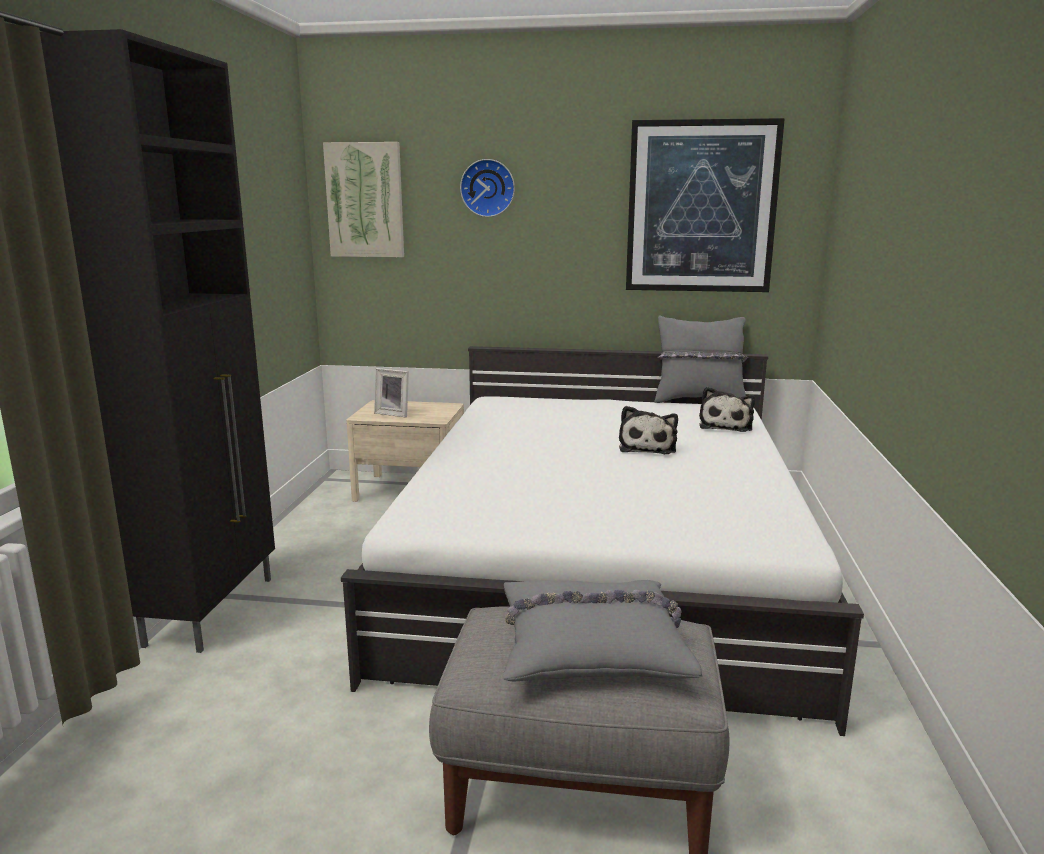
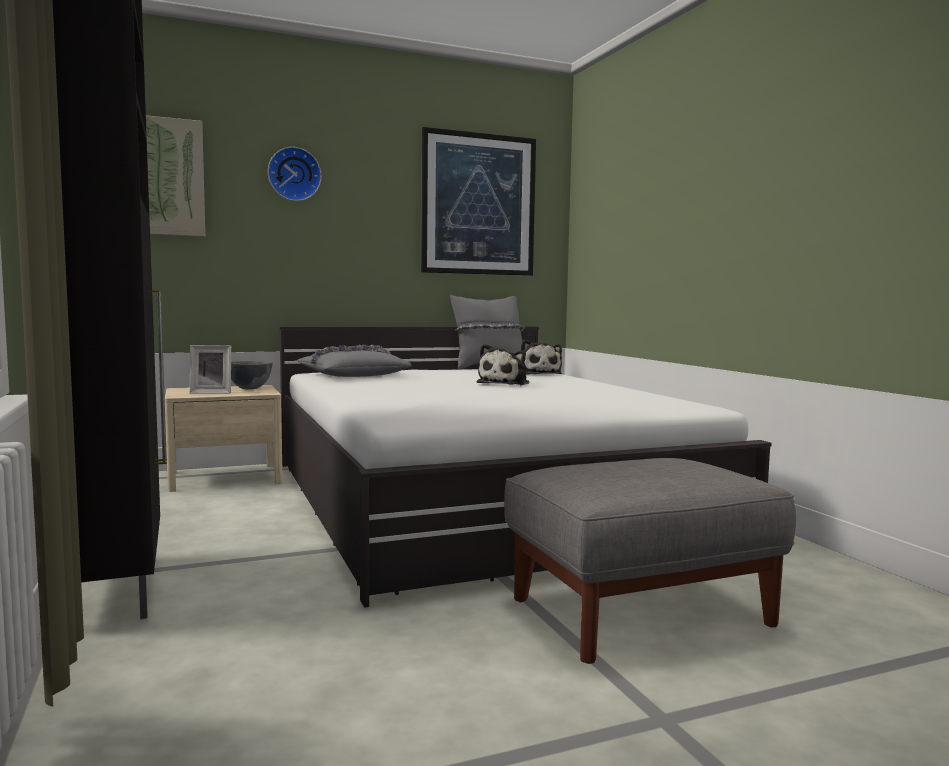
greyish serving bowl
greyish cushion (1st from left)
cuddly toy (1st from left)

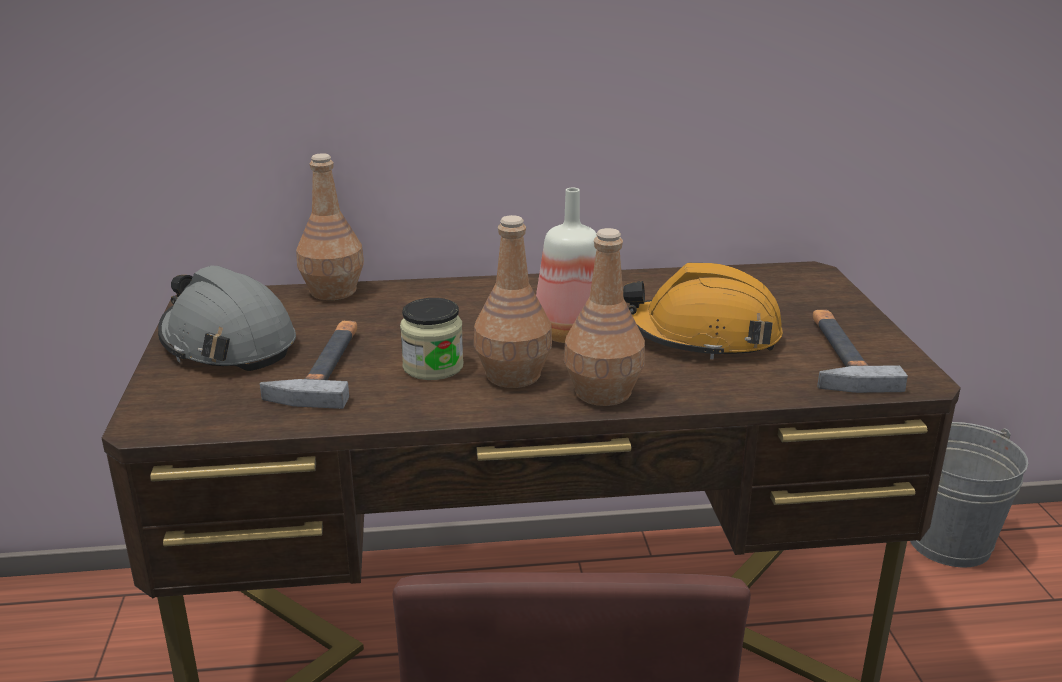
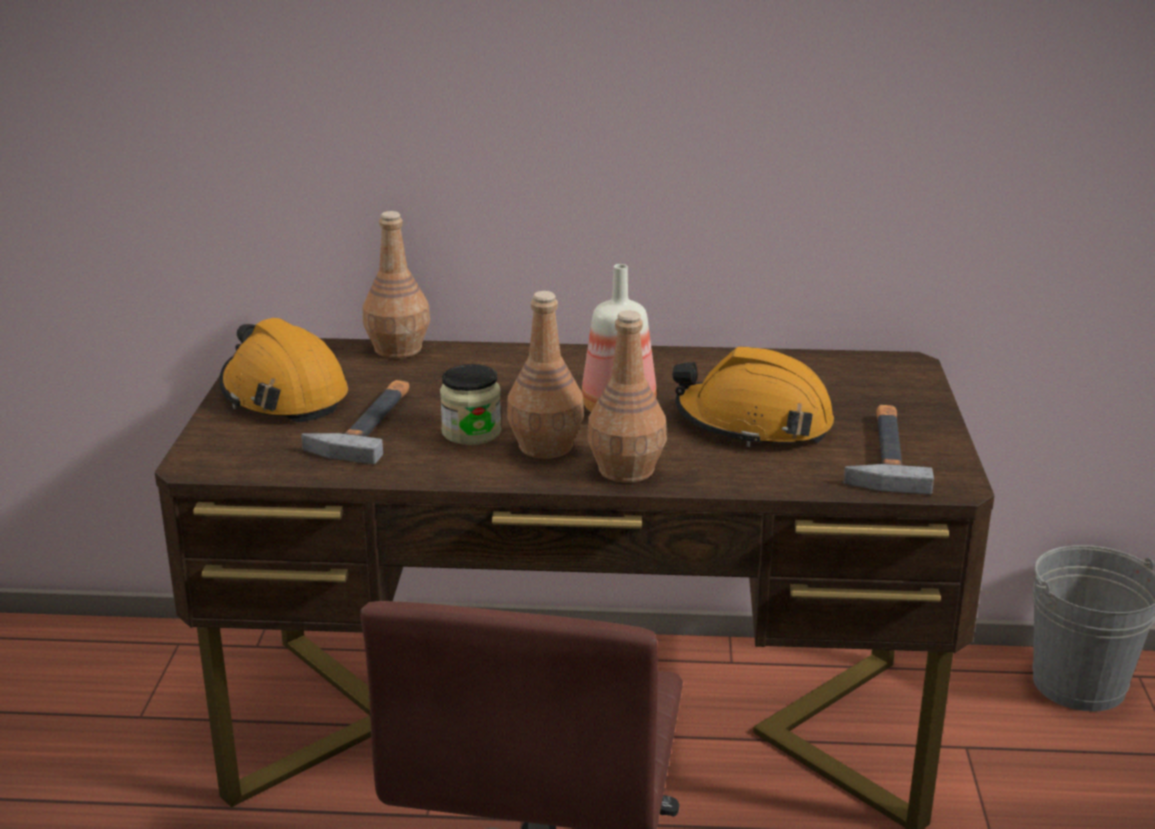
orange hard hat (1st from left)

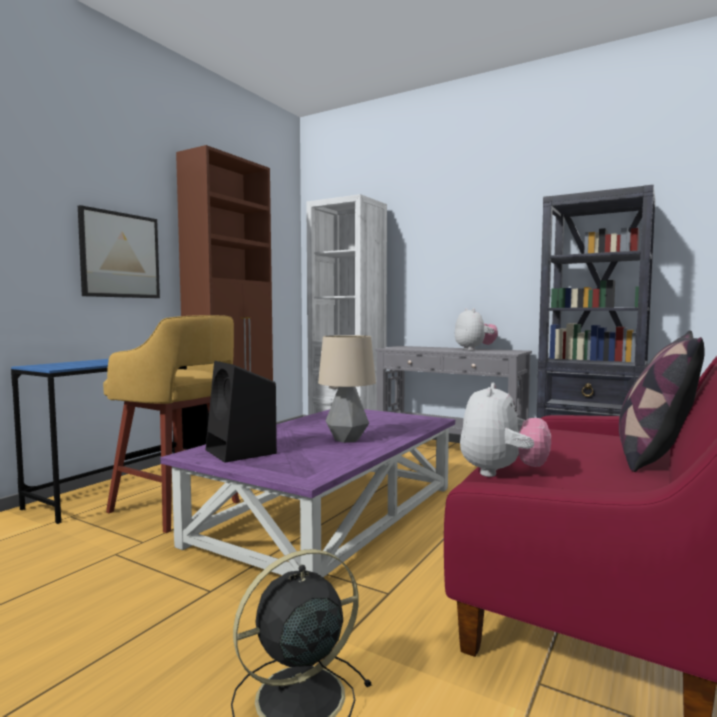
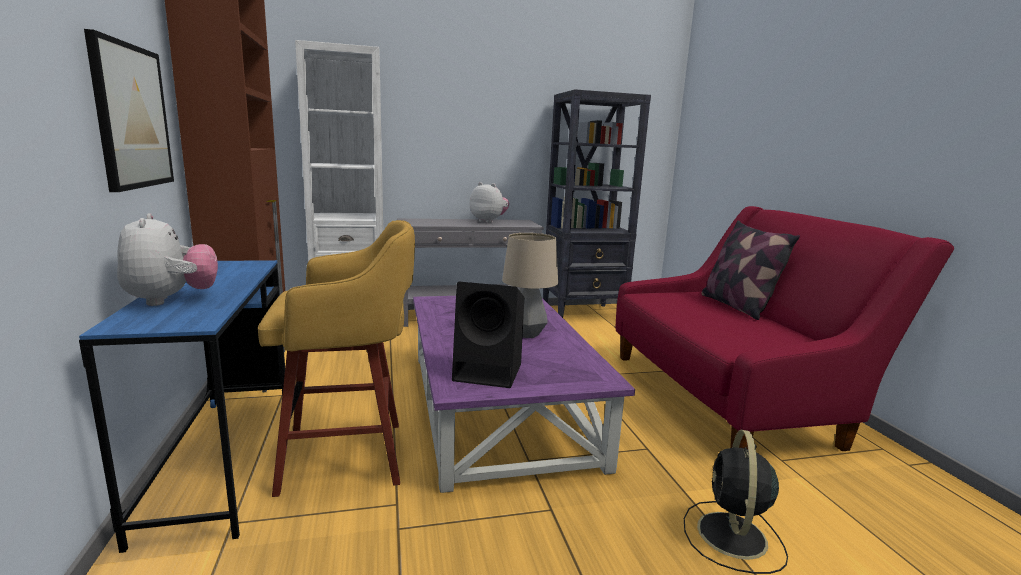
cuddly toy (1st from left)

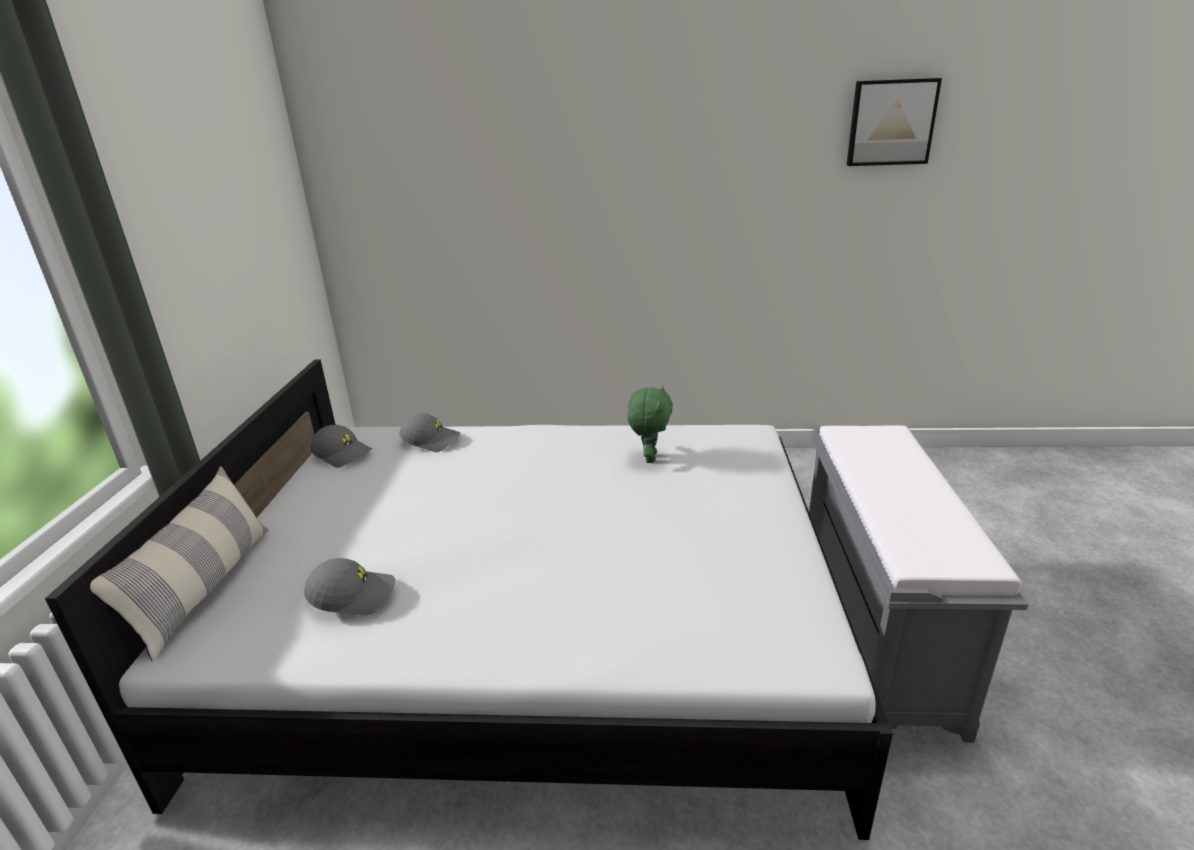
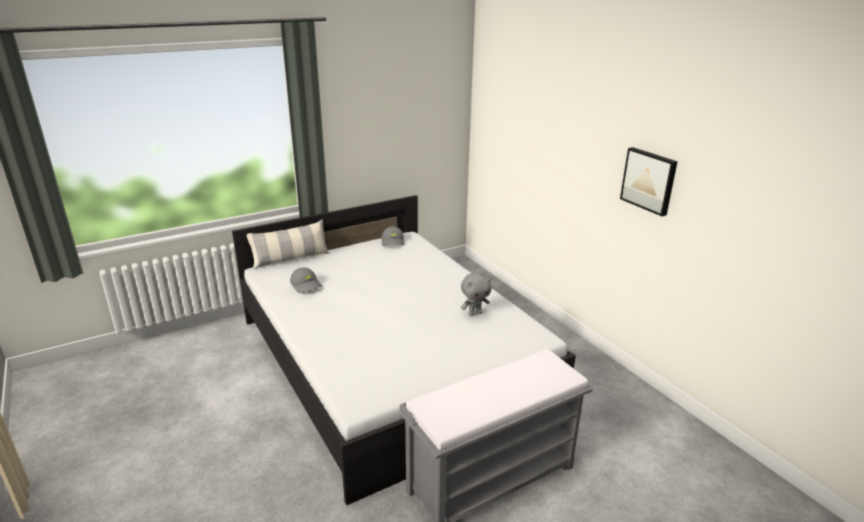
greyish baseball cap (3rd from left in the first image)
wall art
greyish cuddly toy

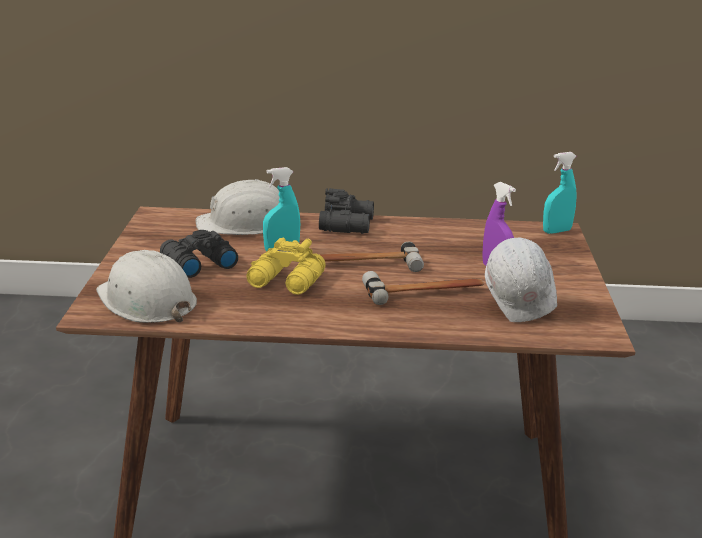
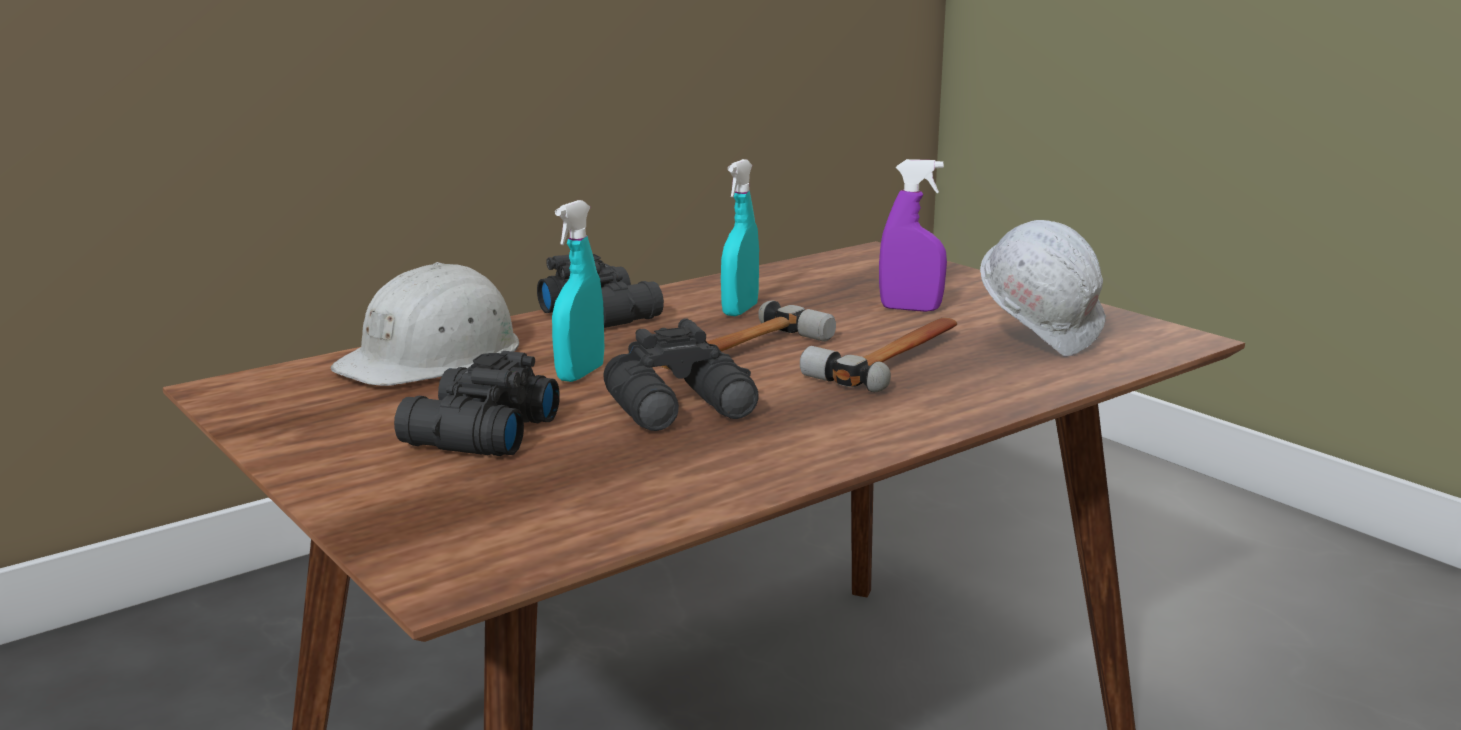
white-coloured hard hat (1st from left in the first image)
turquoise-coloured spray bottle (2nd from left)
black pair of binoculars (3rd from left)

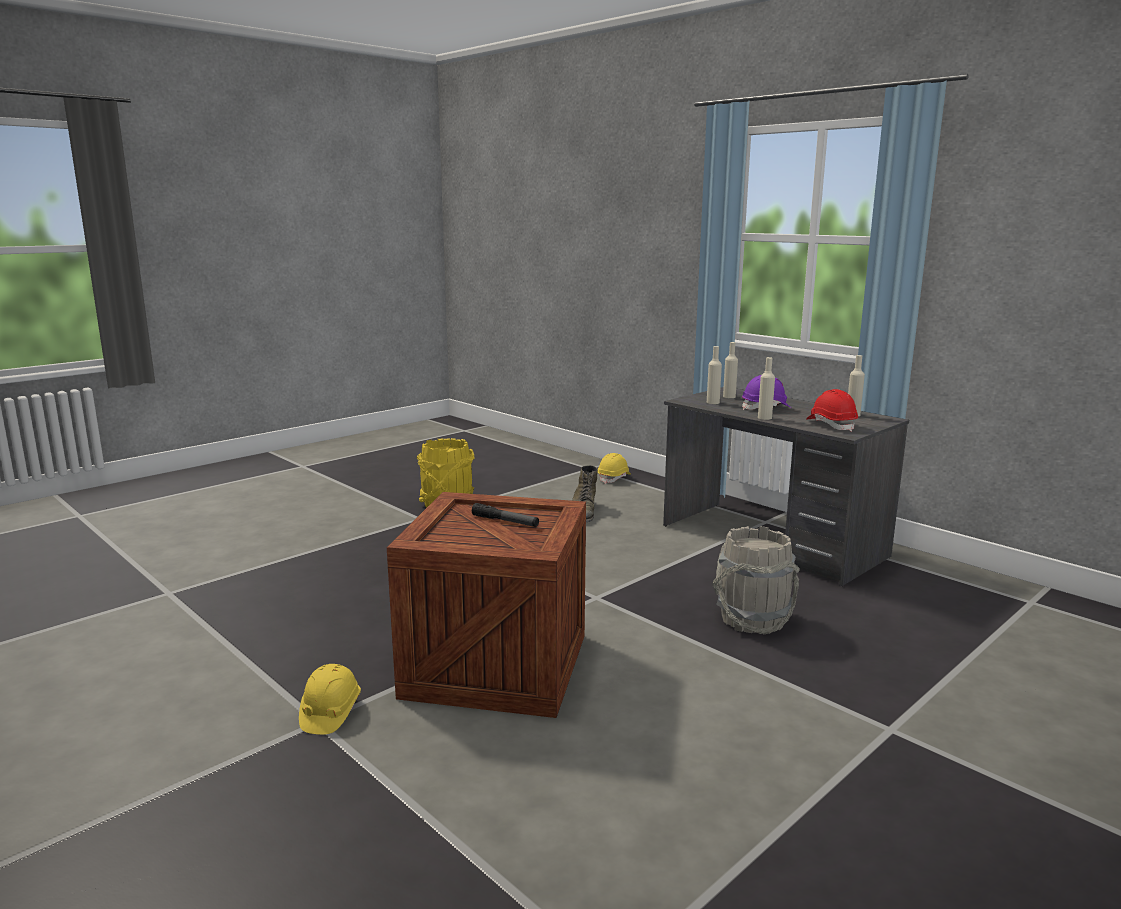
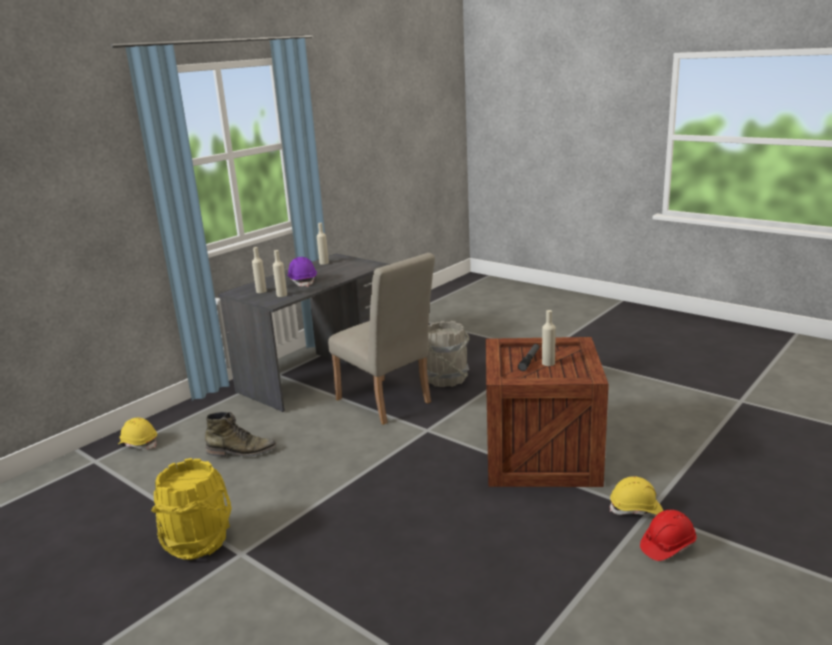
beige plain chair
beige drink bottle (4th from left)
reddish hard hat

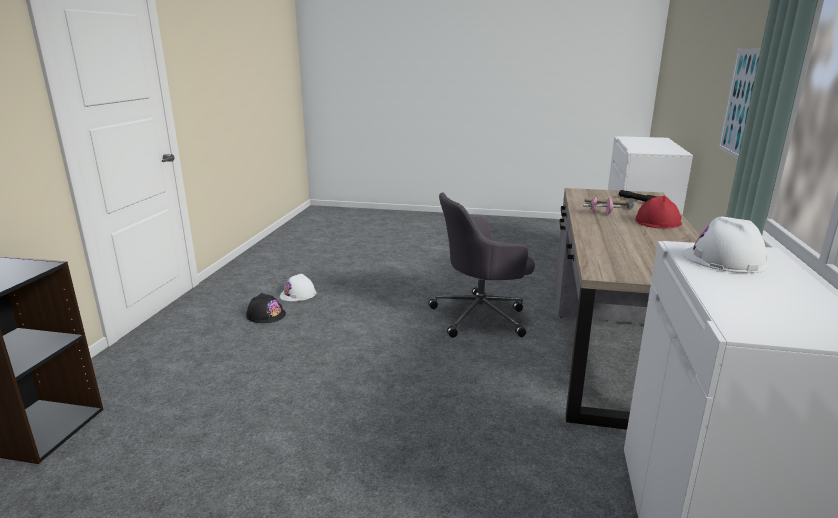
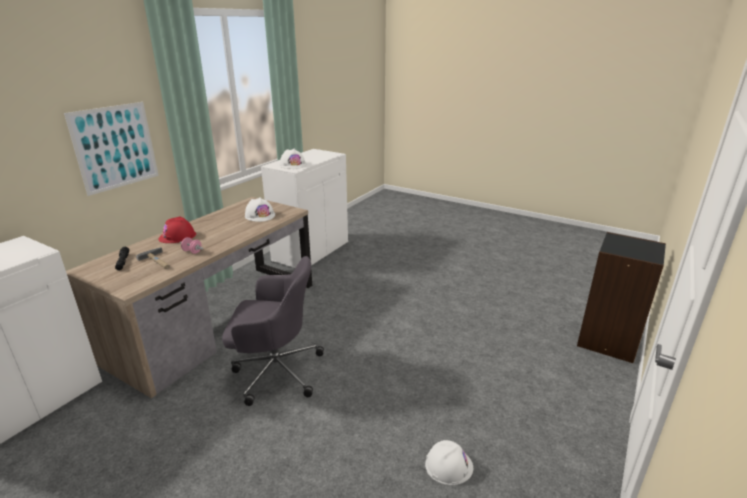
black hard hat
white-coloured hard hat (1st from left)

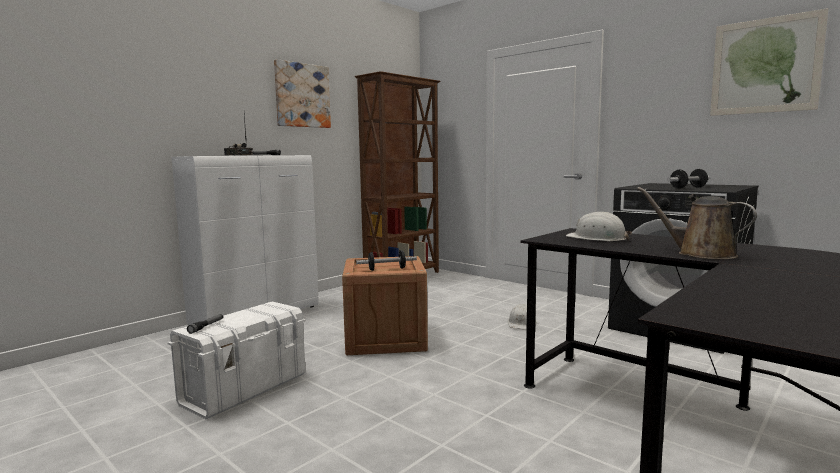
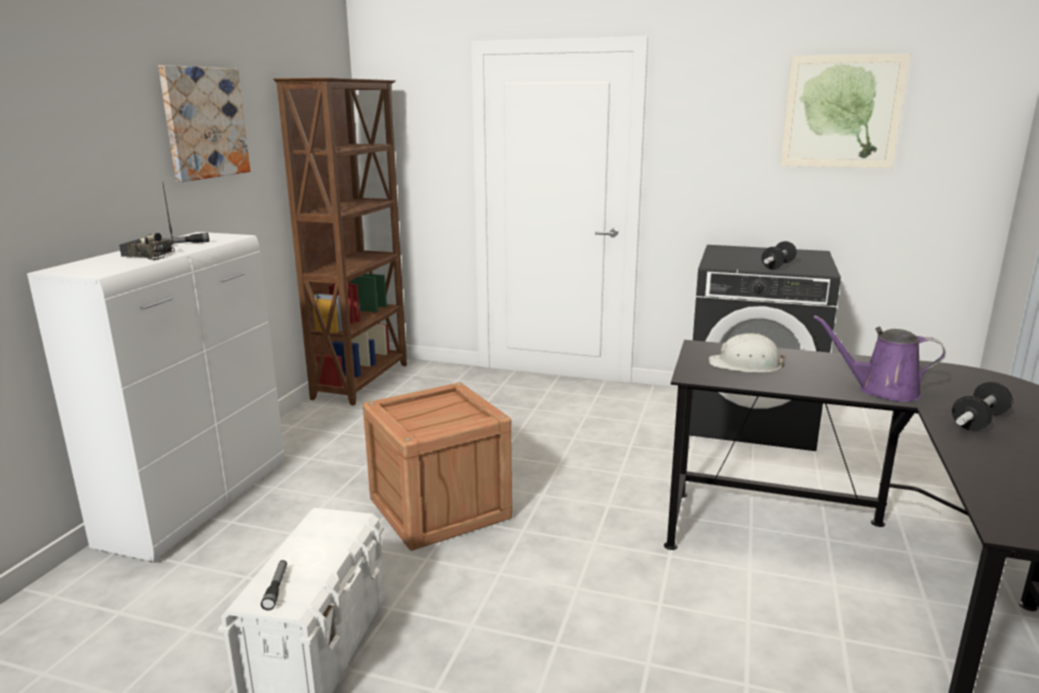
white-coloured hard hat (1st from left in the first image)
dumbbell (2nd from left)
purple-coloured watering can

